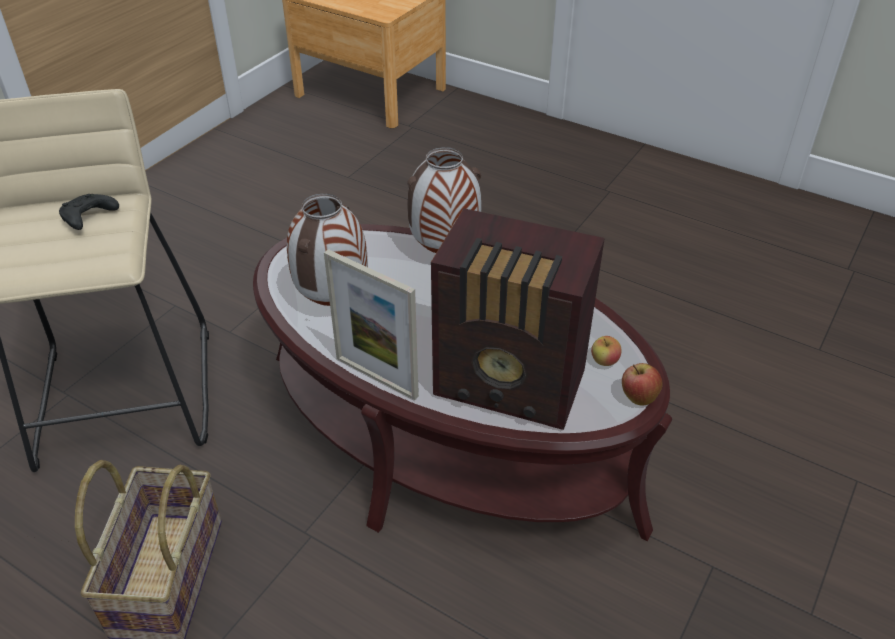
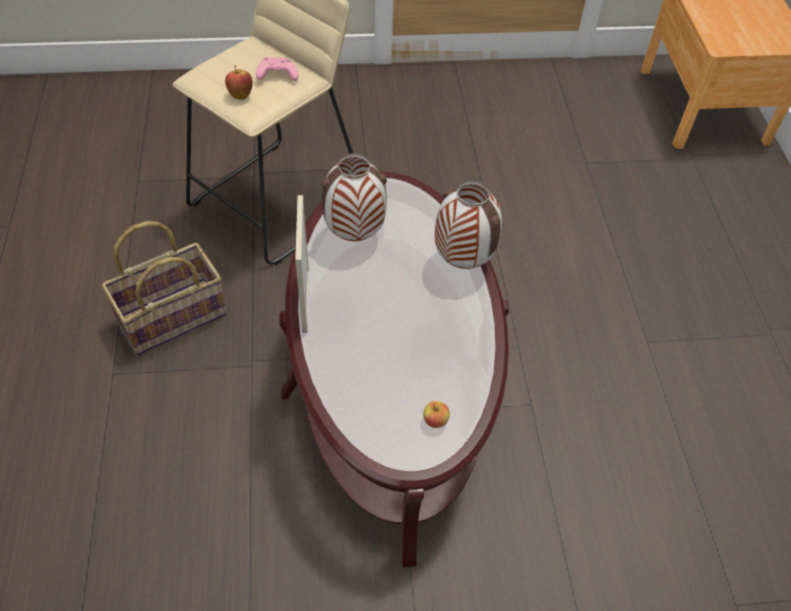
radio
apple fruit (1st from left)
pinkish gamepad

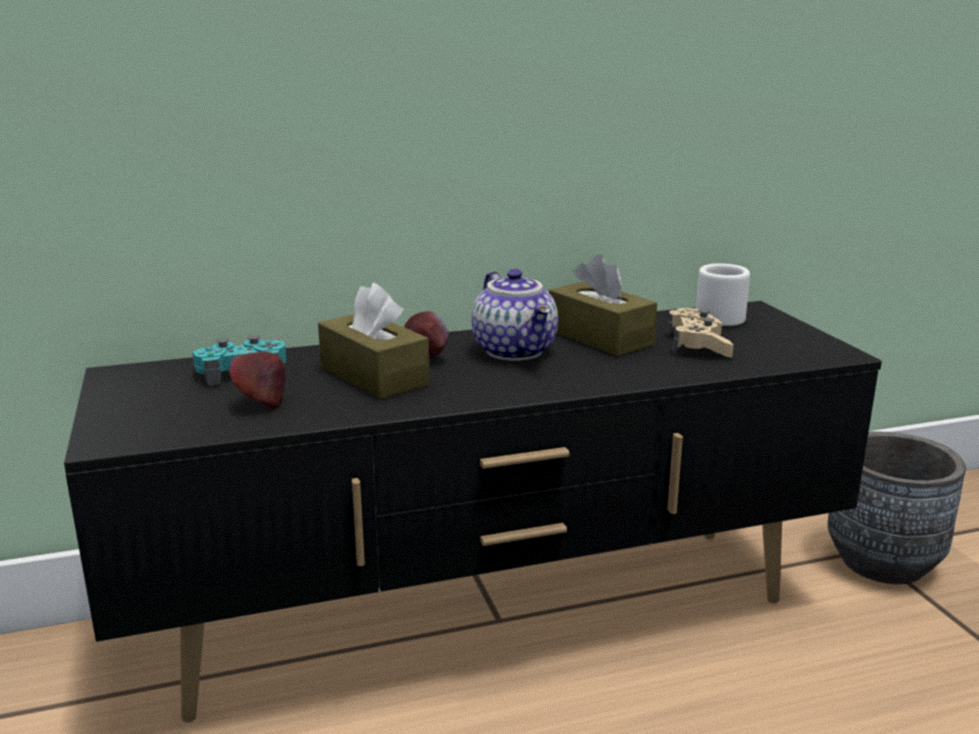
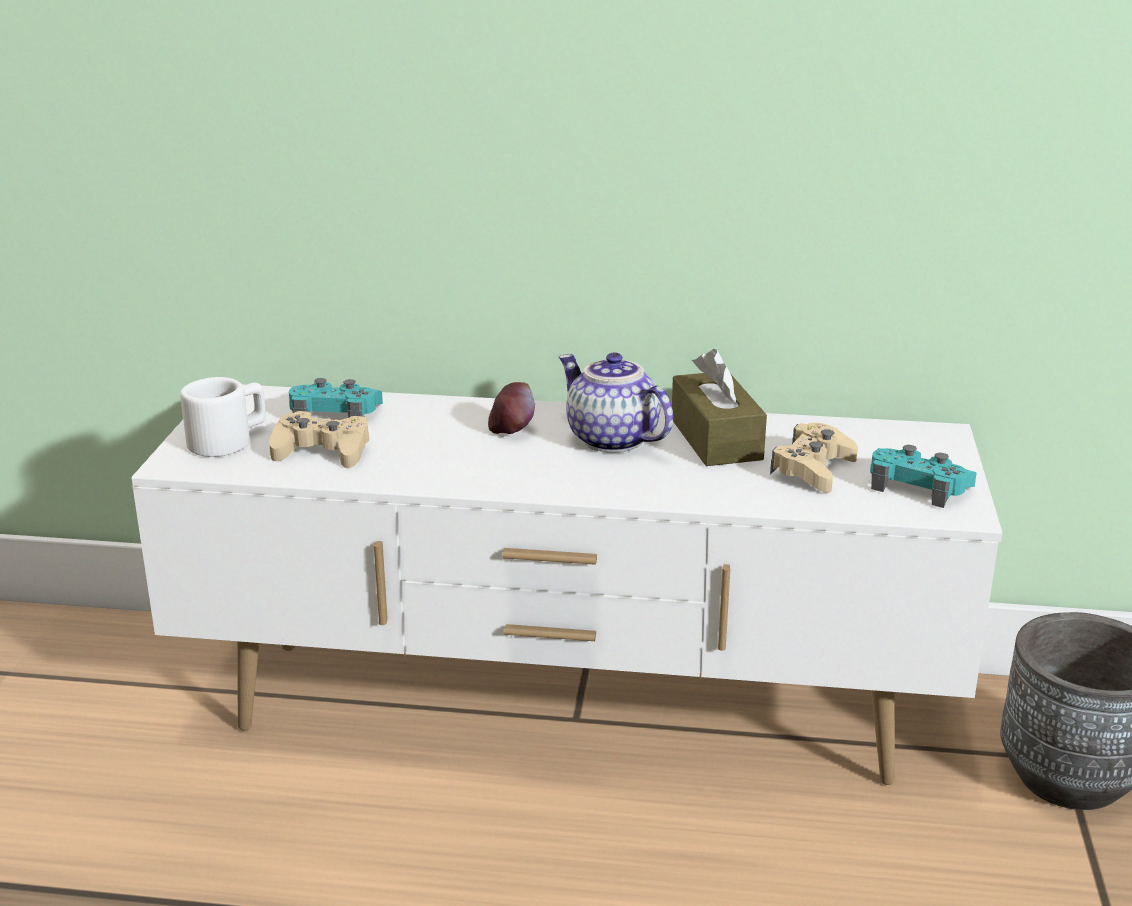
brown tissue holder (1st from left in the first image)
turquoise-coloured gamepad (2nd from left)
white-coloured tea mug
beige gamepad (1st from left)
white-coloured tv unit
tea pot

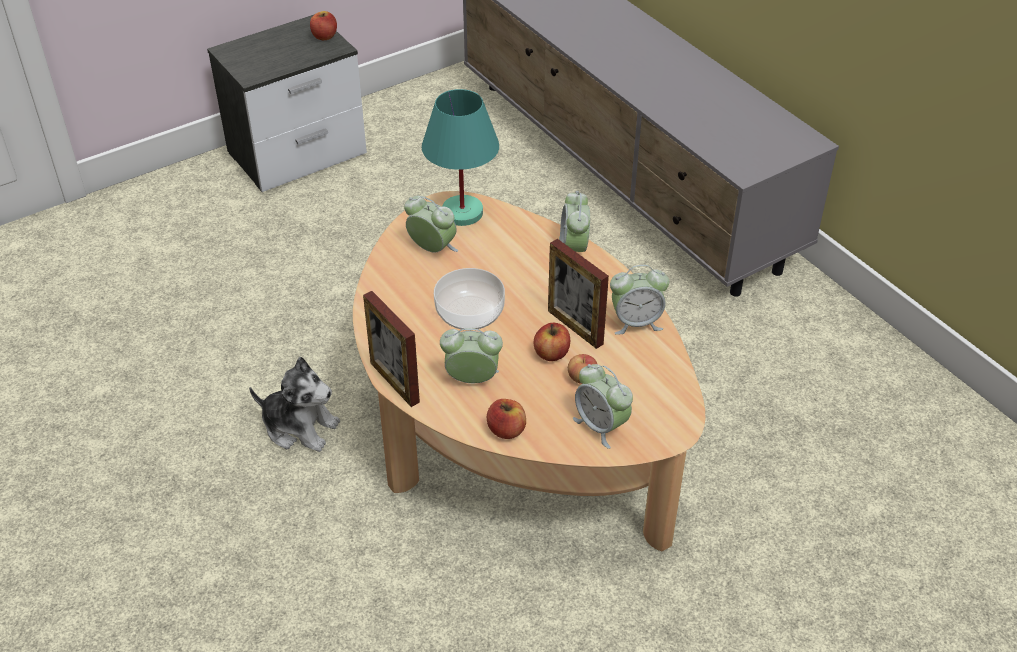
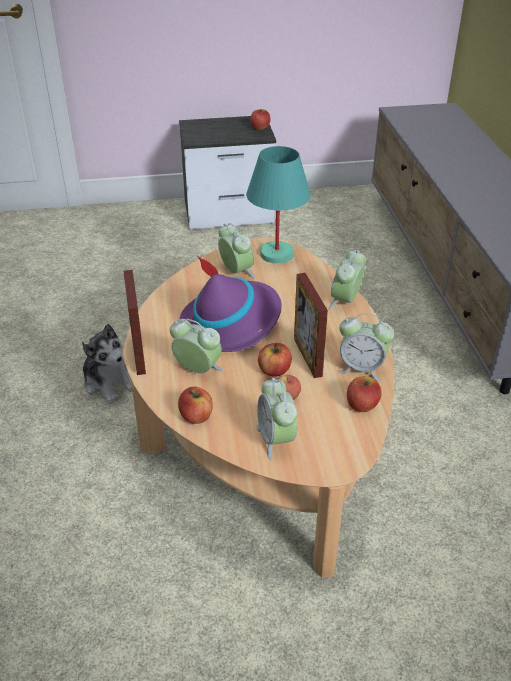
apple fruit (5th from left)
purple-coloured wearable hat

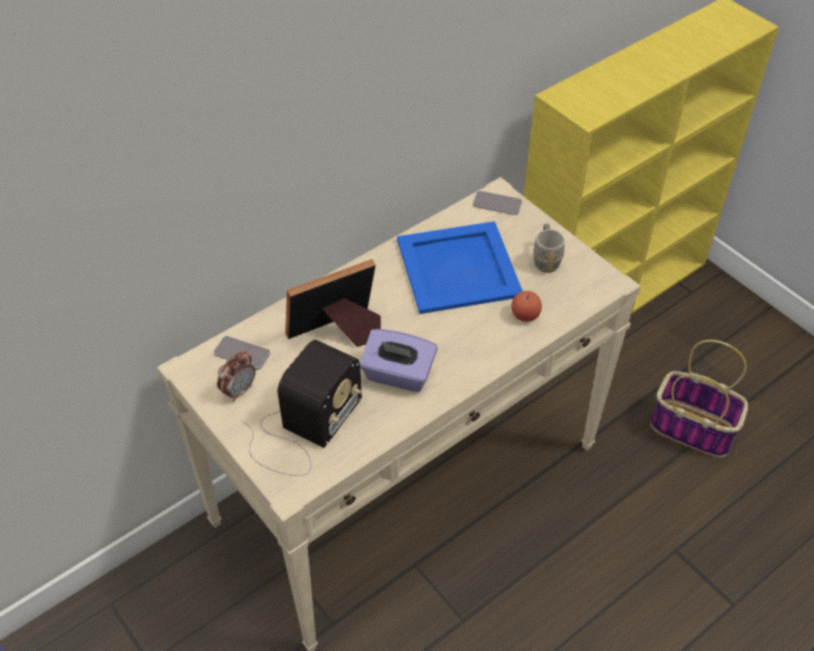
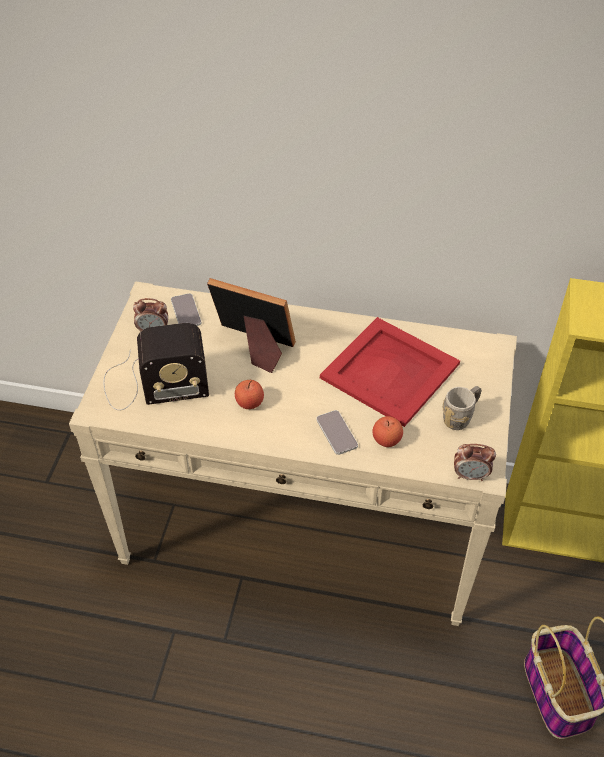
bedside clock (2nd from left)
handset (2nd from left)
apple fruit (1st from left)
reddish serving tray

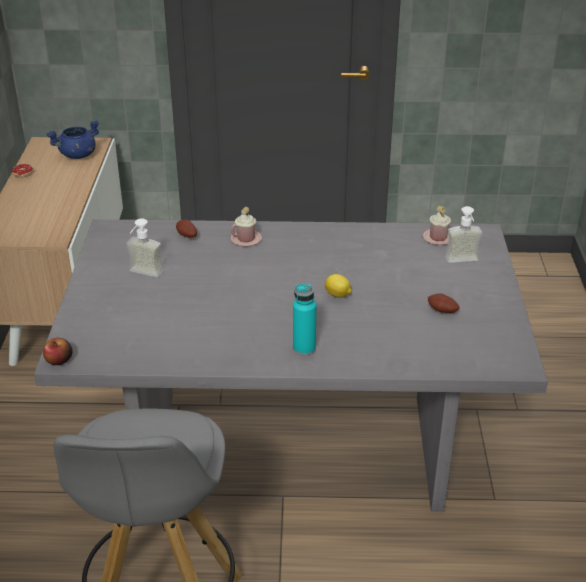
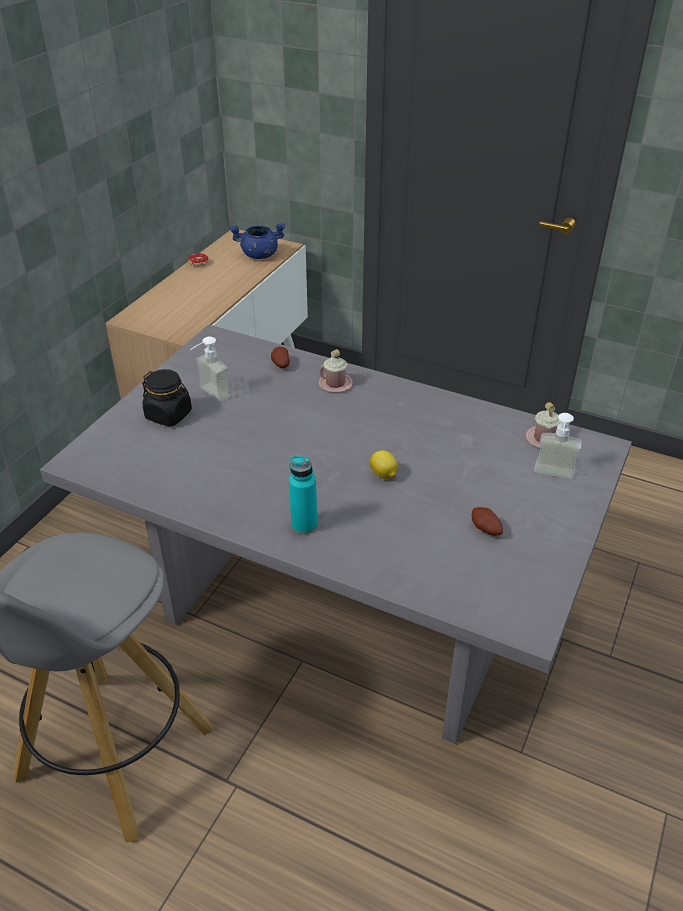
apple fruit
black preserve jar

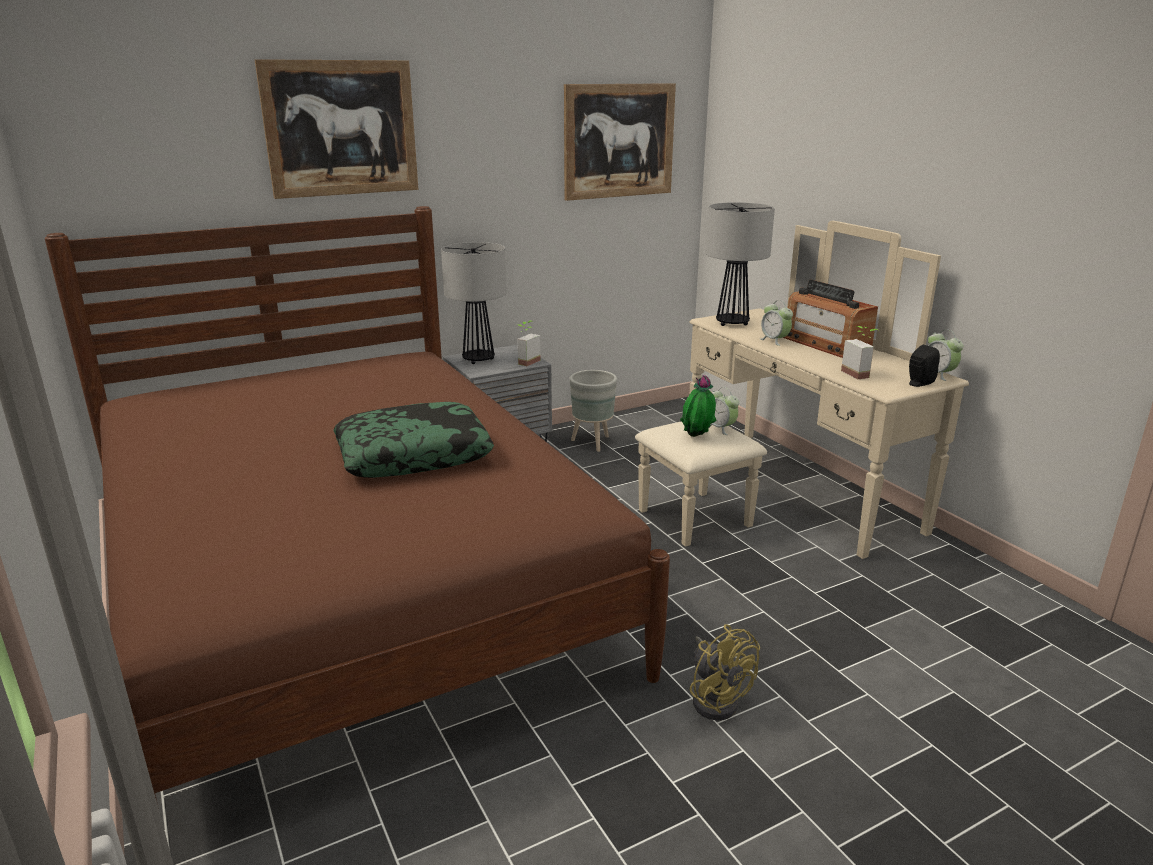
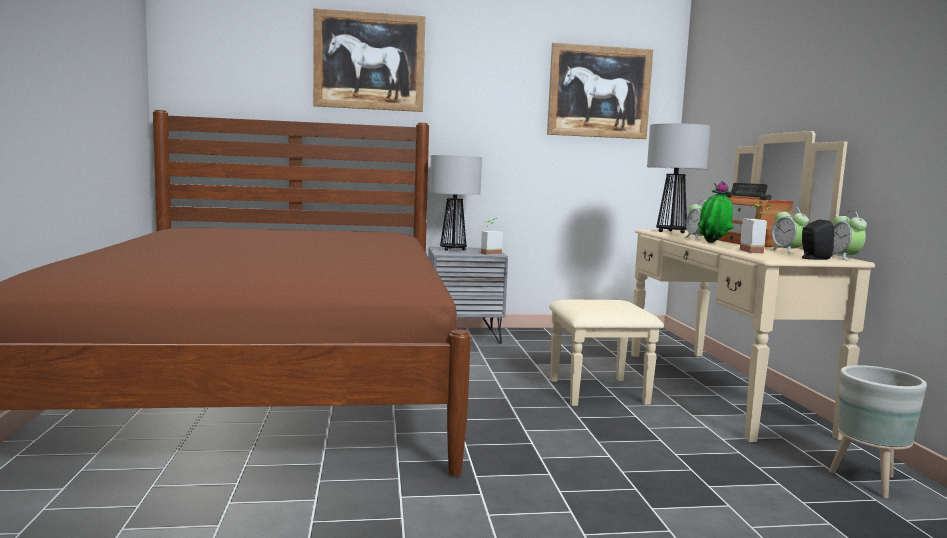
cushion
yellow-coloured cooling fan
greyish flower pot
houseplant (2nd from left)
bedside clock (2nd from left)

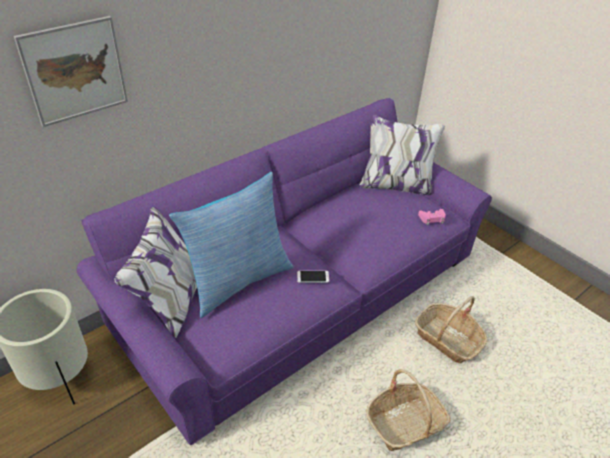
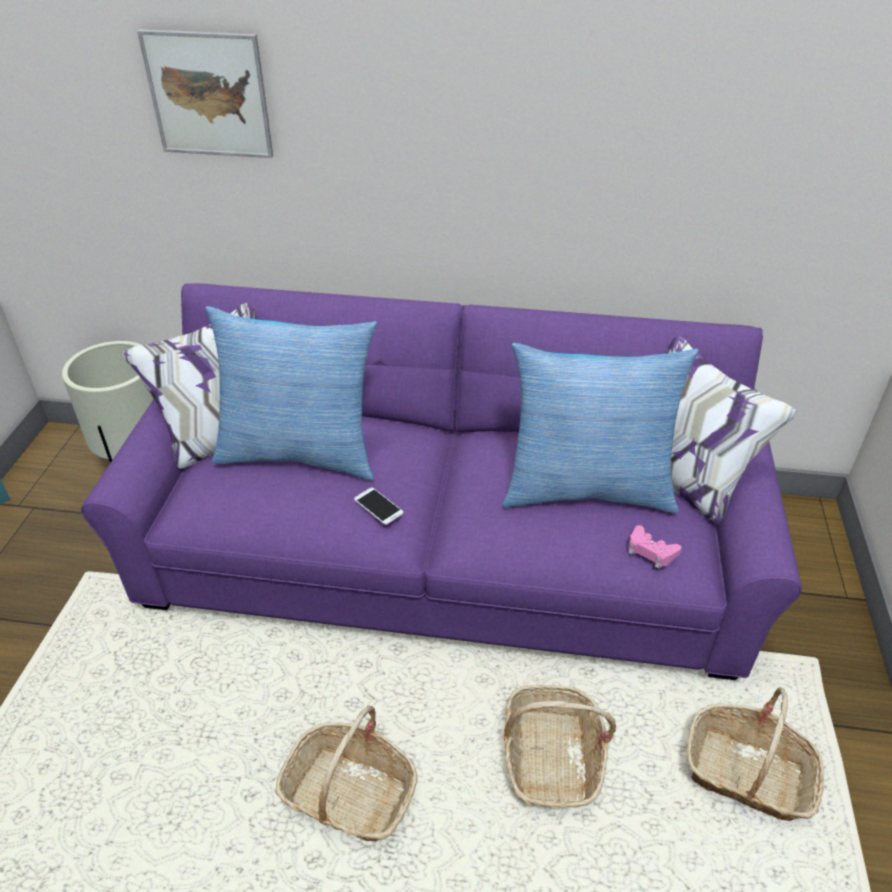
cushion (2nd from left)
household basket (3rd from left)

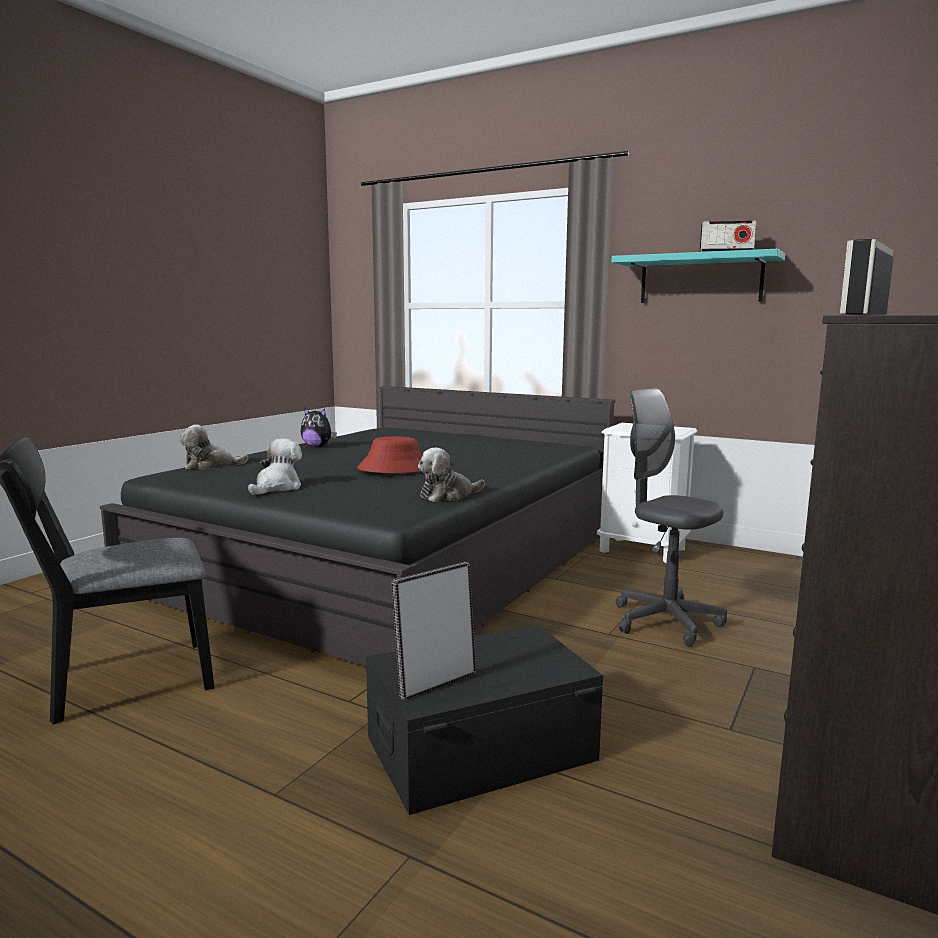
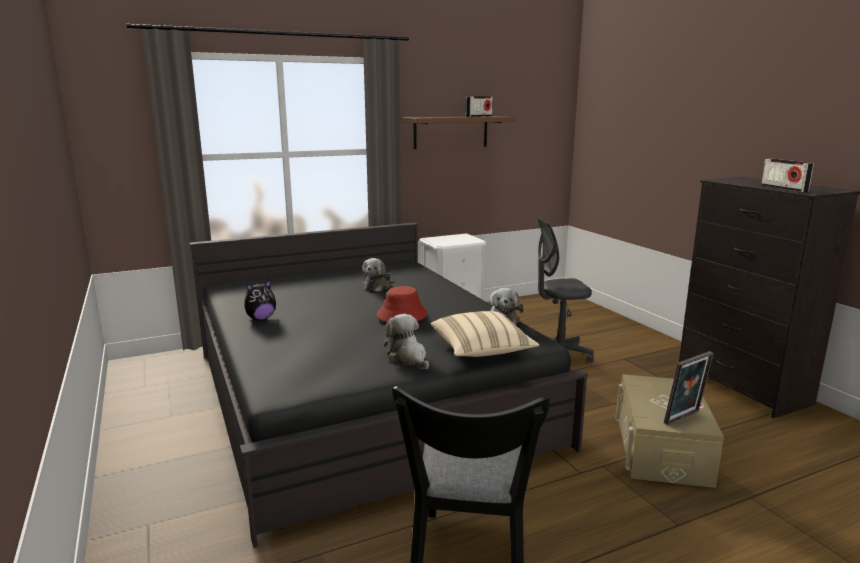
beige cushion
cuddly toy (2nd from left)
beige storage bin
brown bracket shelf
photo frame

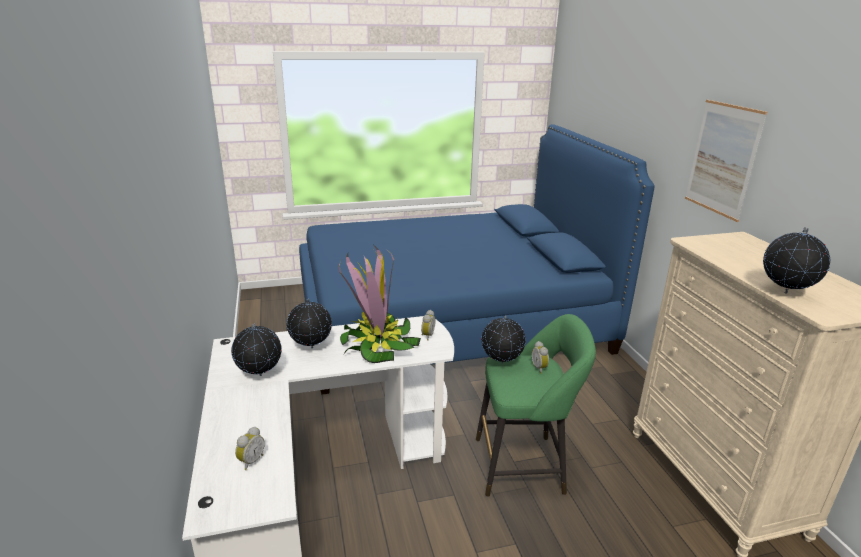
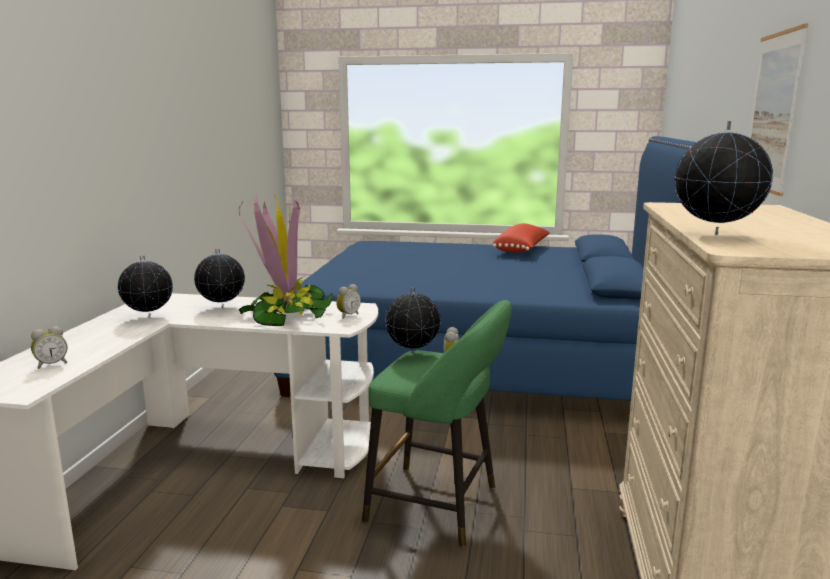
reddish cushion

